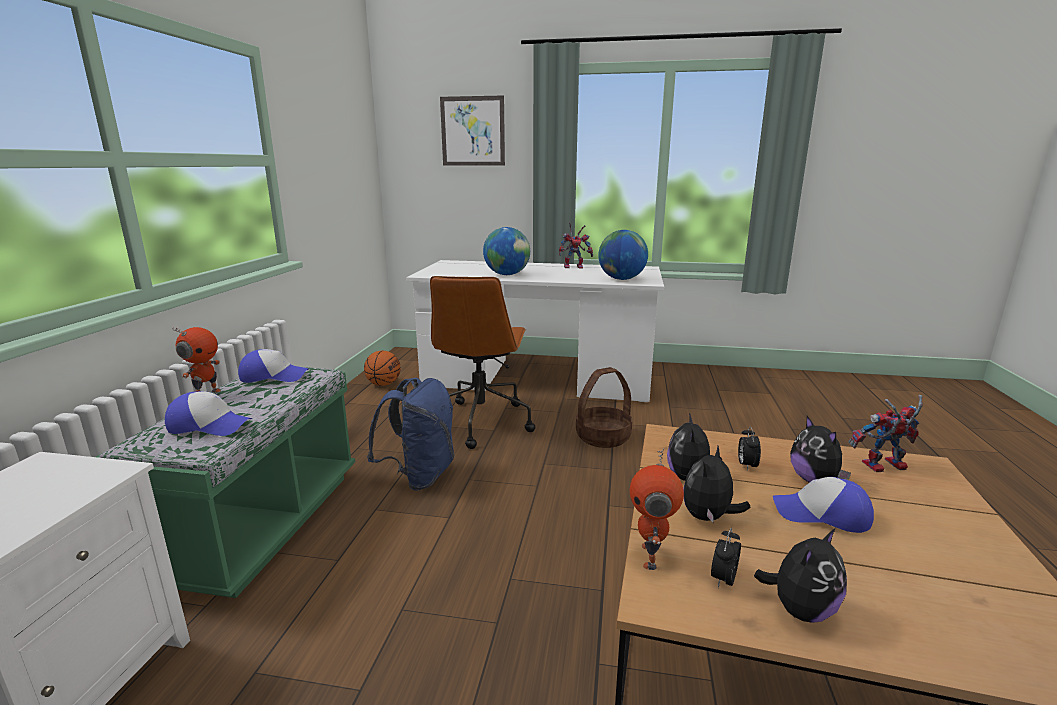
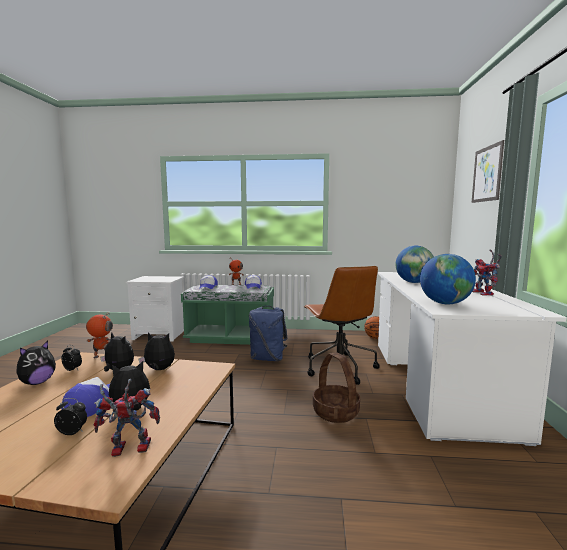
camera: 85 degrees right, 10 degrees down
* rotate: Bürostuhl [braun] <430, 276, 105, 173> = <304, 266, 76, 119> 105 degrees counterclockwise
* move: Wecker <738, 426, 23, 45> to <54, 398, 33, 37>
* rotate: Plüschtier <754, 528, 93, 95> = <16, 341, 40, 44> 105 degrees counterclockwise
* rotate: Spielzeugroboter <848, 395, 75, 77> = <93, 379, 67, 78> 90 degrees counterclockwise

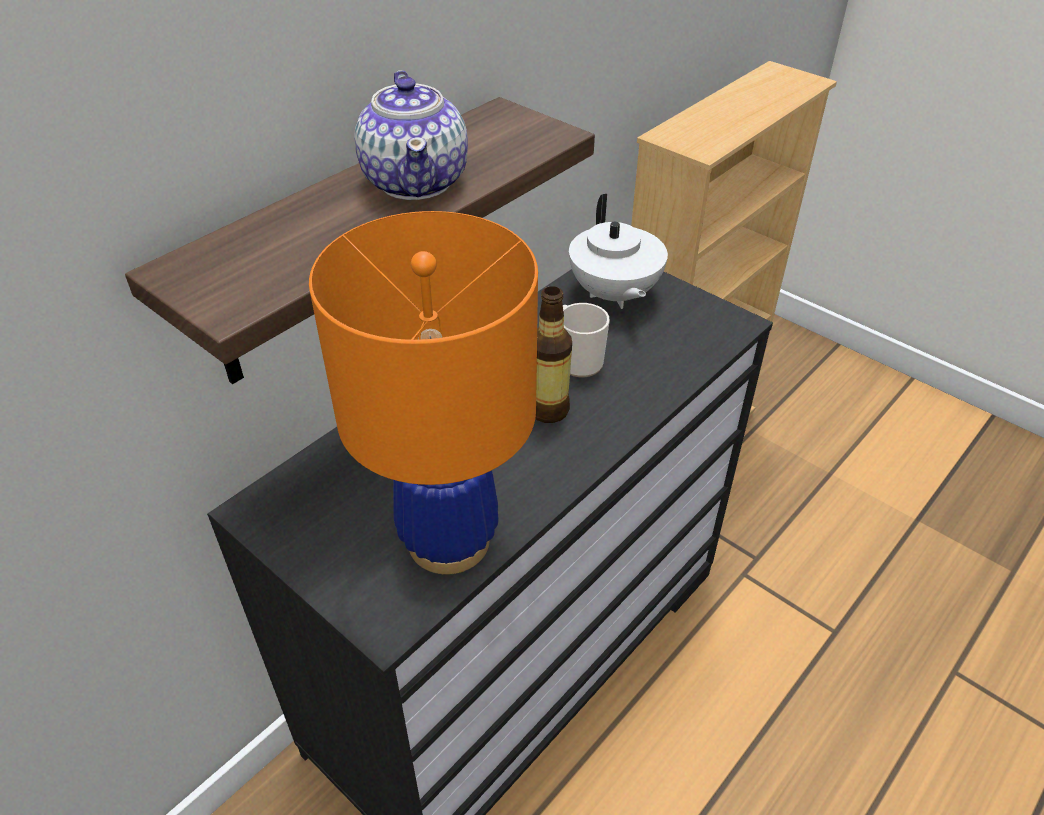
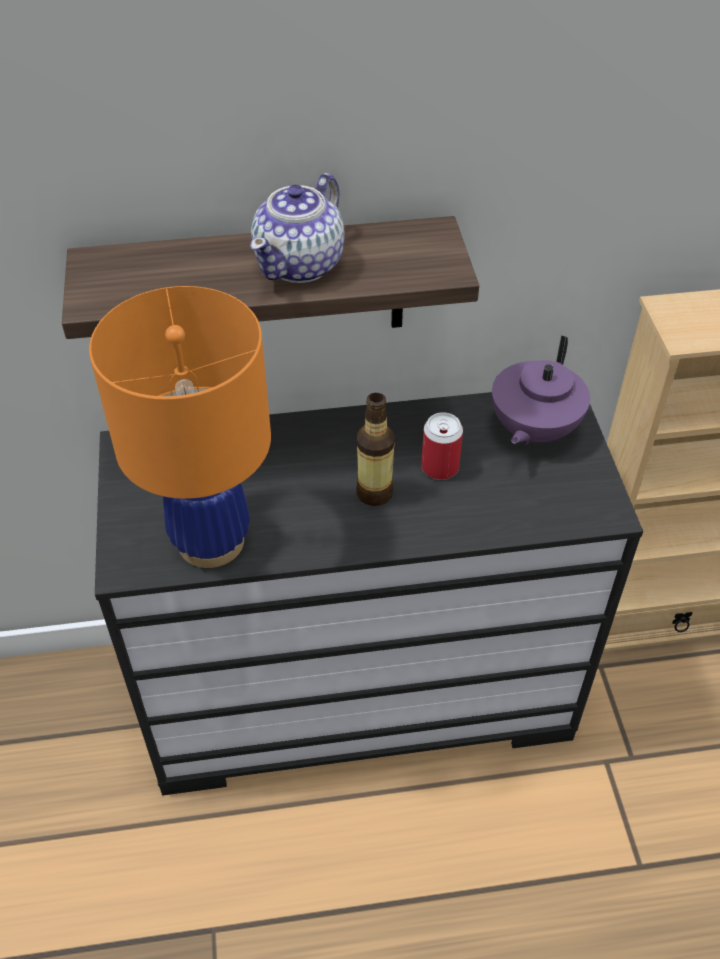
camera: 40 degrees right, 5 degrees up
* replace: Henkelbecher <563, 303, 47, 74> to Dose <421, 412, 42, 68>
* recolor: Teekanne [weiß] <569, 194, 99, 115> to Teekanne [lila] <492, 335, 98, 111>

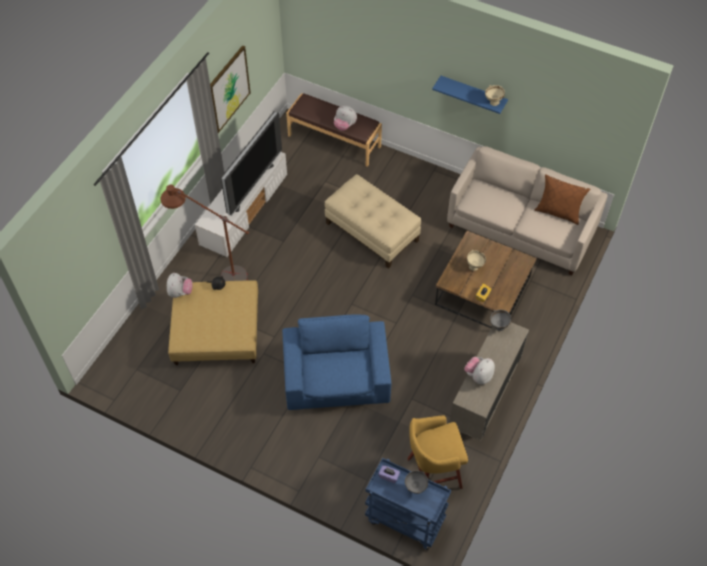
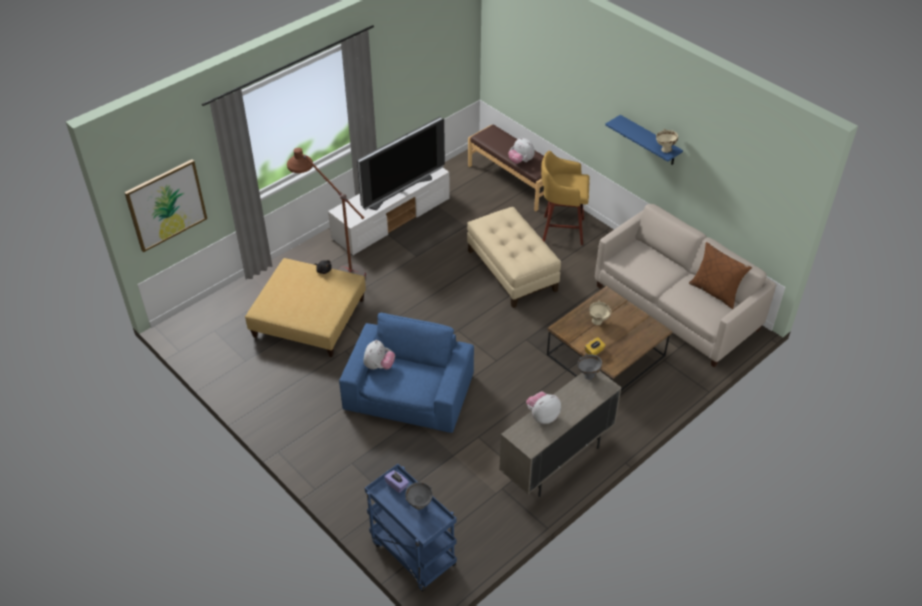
camera: 20 degrees right, 10 degrees down
* move: Plüschtier <167, 273, 25, 25> to <363, 340, 32, 30>
* move: Bild <210, 45, 41, 88> to <124, 159, 83, 93>
* move: Hocker [gelb] <407, 415, 61, 74> to <541, 151, 49, 94>

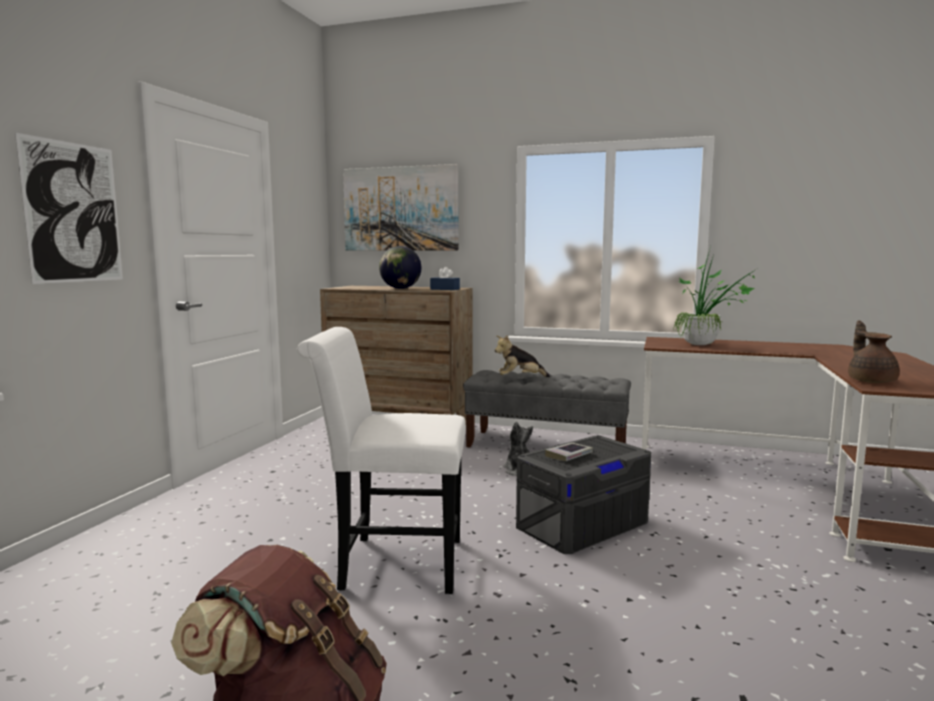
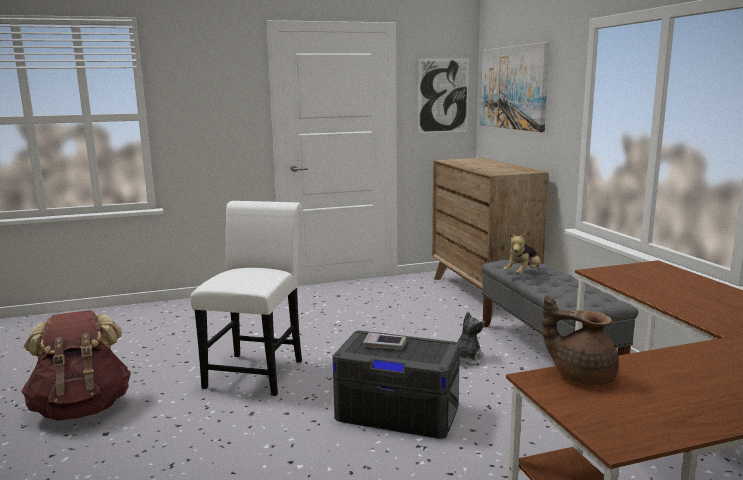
camera: 55 degrees right, 5 degrees up
* move: Bild <15, 133, 108, 151> to <418, 58, 51, 75>
* rotate: Stuhl [weiß] <297, 327, 169, 267> = <191, 201, 111, 195> 45 degrees clockwise
* delete: Globus <379, 246, 43, 43>
* delete: Taschentuchbox [blau] <430, 267, 30, 23>
* rotate: Plüschtier <495, 335, 55, 42> = <503, 233, 37, 41> 90 degrees counterclockwise
* delete: Topfpflanze <673, 246, 82, 99>
* rotate: Teekanne [braun] <848, 320, 52, 63> = <542, 295, 77, 90> 120 degrees counterclockwise

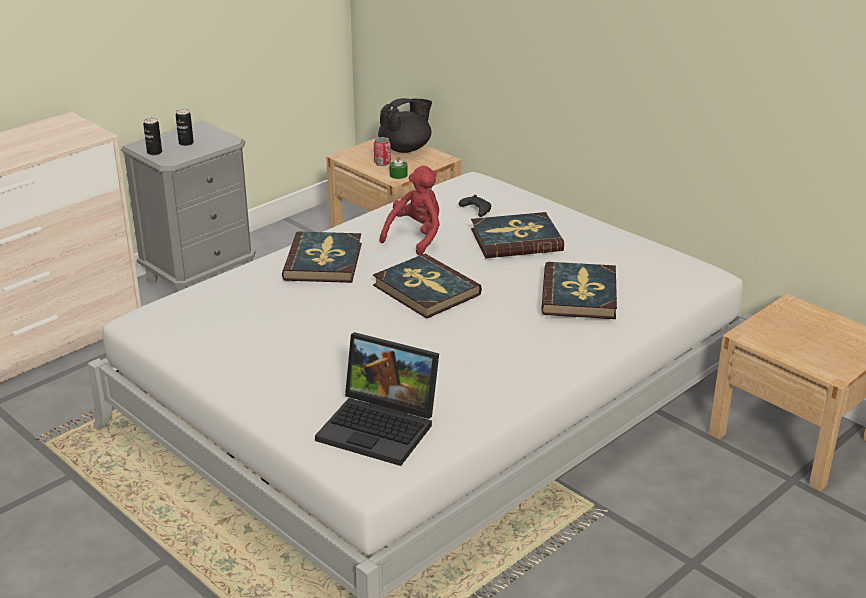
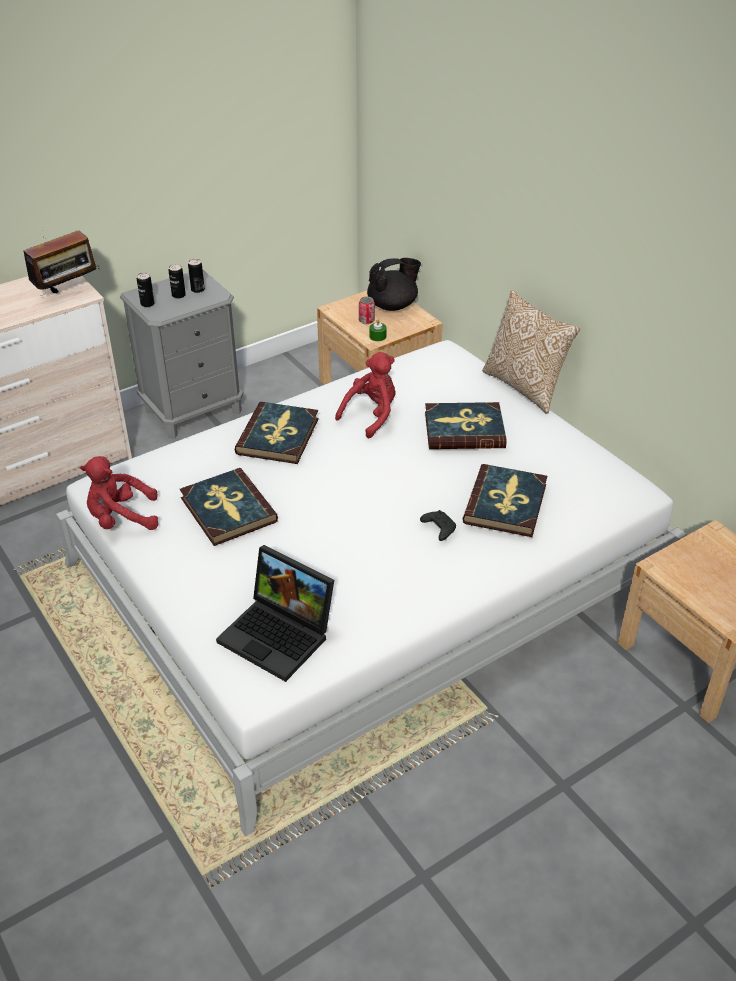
camera: 10 degrees right, 10 degrees up
* move: Buch <373, 254, 109, 65> to <180, 468, 98, 78>
* move: Gamepad [schwarz] <459, 195, 32, 22> to <420, 510, 36, 31>
* insert: Radio <23, 230, 77, 66>
* insert: Plüschtier [rot] <80, 456, 79, 74>
* insert: Dose <188, 259, 17, 34>
* insert: Kissen <482, 290, 98, 124>

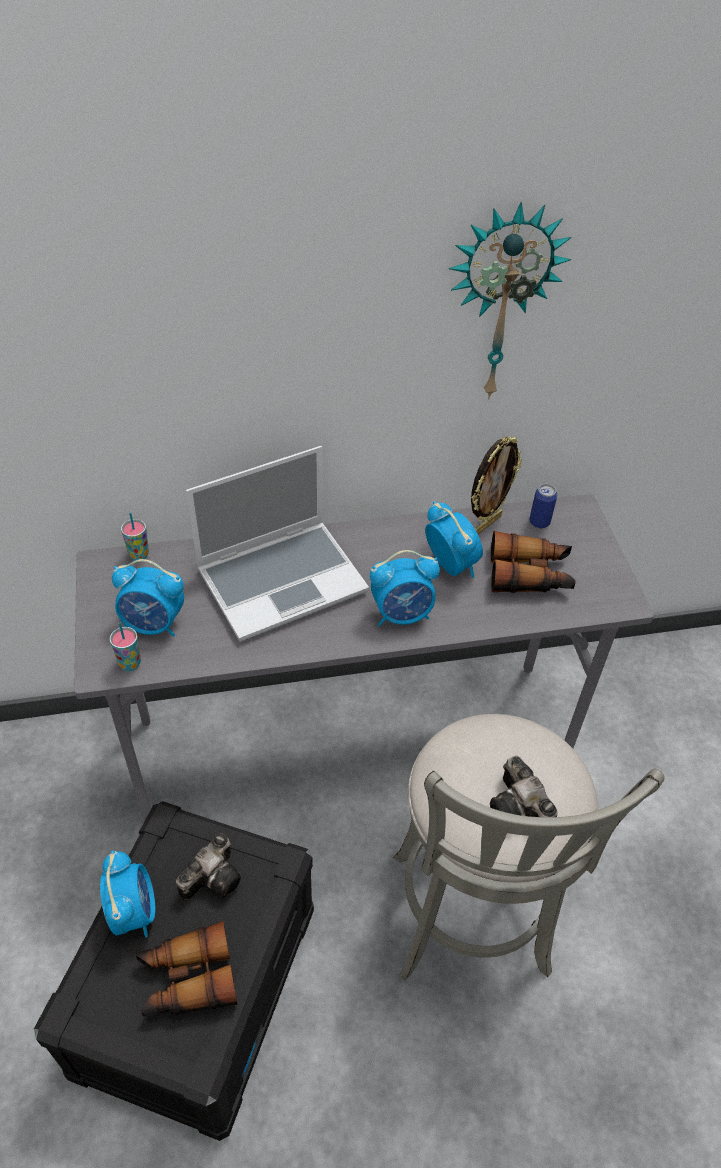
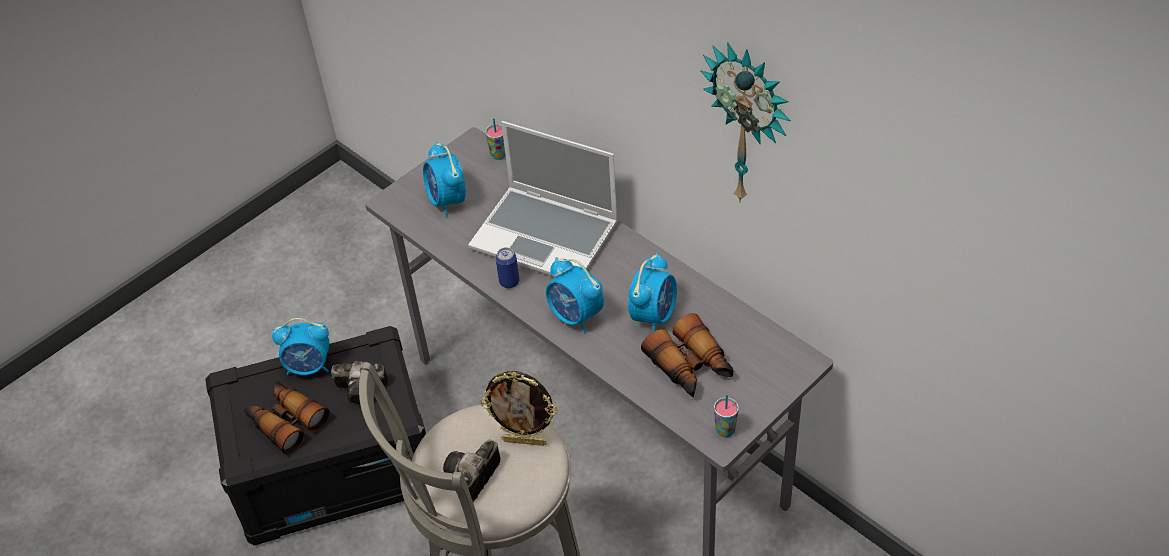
camera: 60 degrees right, 0 degrees up
* rotate: Wecker <100, 850, 55, 87> = <272, 318, 58, 57> 45 degrees clockwise
* move: Tasse <110, 623, 31, 48> to <714, 395, 25, 42>
* move: Bilderrahmen <471, 436, 51, 98> to <480, 371, 78, 75>
* move: Dose <529, 484, 28, 45> to <496, 247, 23, 41>

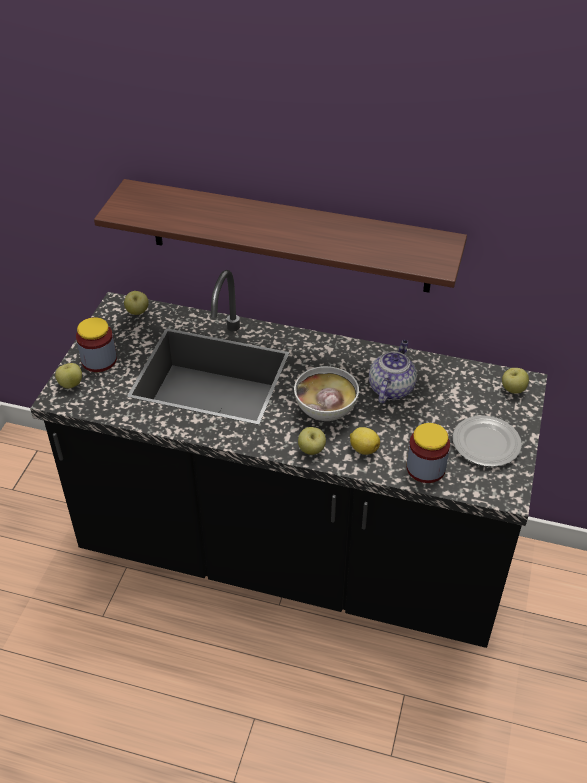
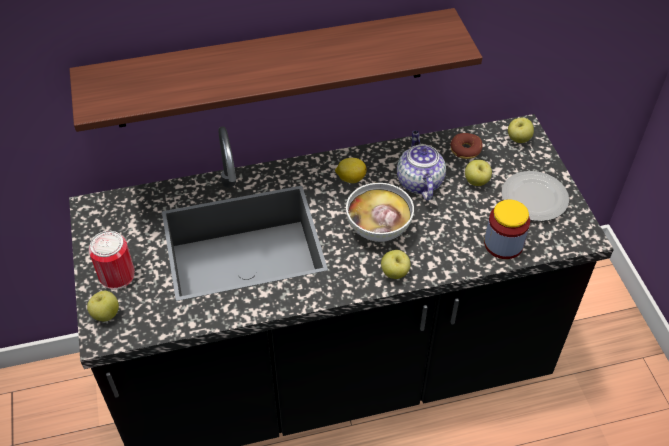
camera: 30 degrees left, 5 degrees up
* replace: Vorratsglas <76, 317, 41, 55> to Dose <89, 231, 46, 59>
* move: Apfel <124, 291, 25, 24> to <465, 160, 27, 26>
* move: Zitrone <350, 427, 30, 28> to <335, 158, 32, 25>
* insert: Donut <450, 133, 33, 26>

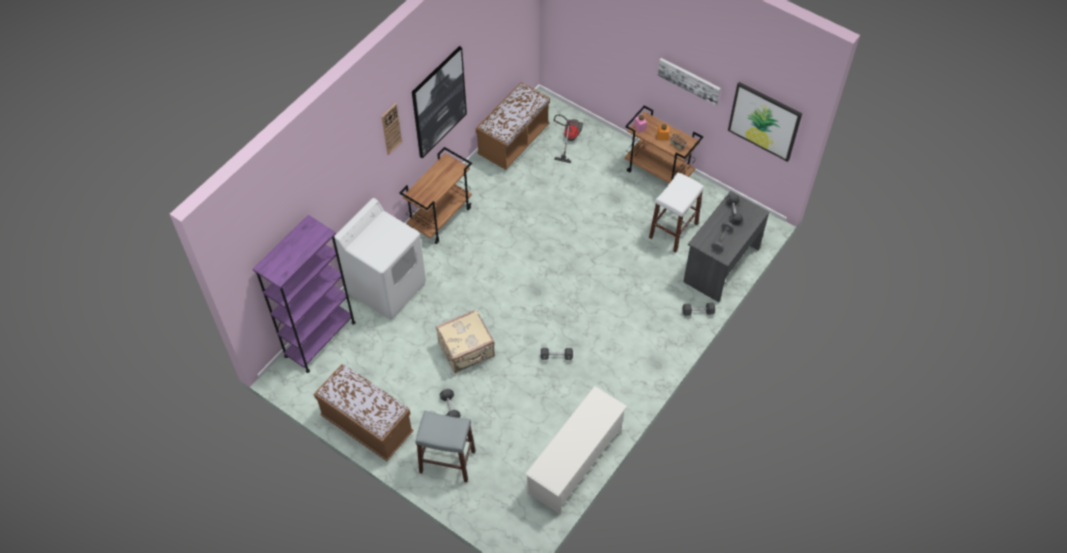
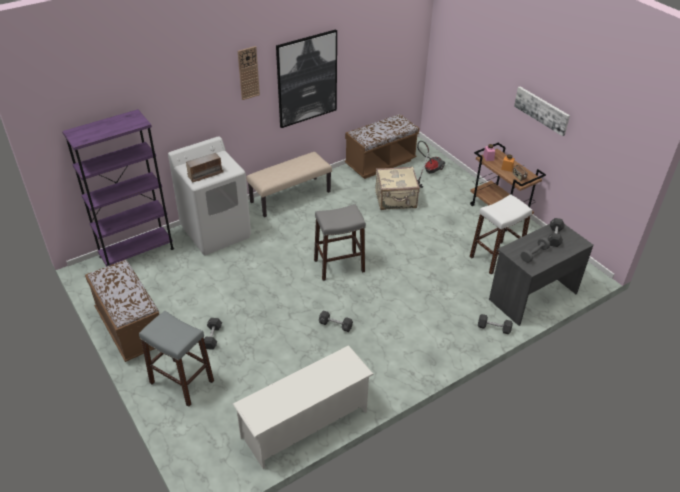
camera: 20 degrees right, 15 degrees down
* replace: Rollwagen [braun] <399, 147, 73, 97> to Bank [beige] <247, 152, 85, 65>
* move: Koffer [beige] <436, 309, 59, 64> to <375, 167, 45, 43>
* delete: Bild <728, 82, 74, 80>
* insert: Radio <186, 153, 38, 30>
* insert: Hocker [grau] <314, 204, 52, 77>

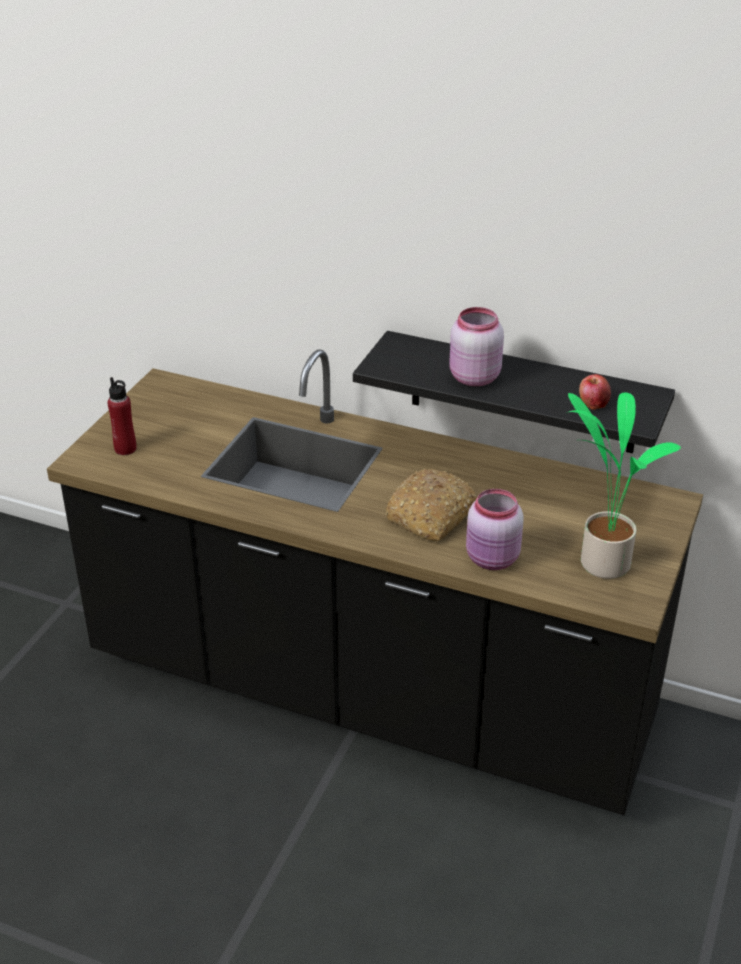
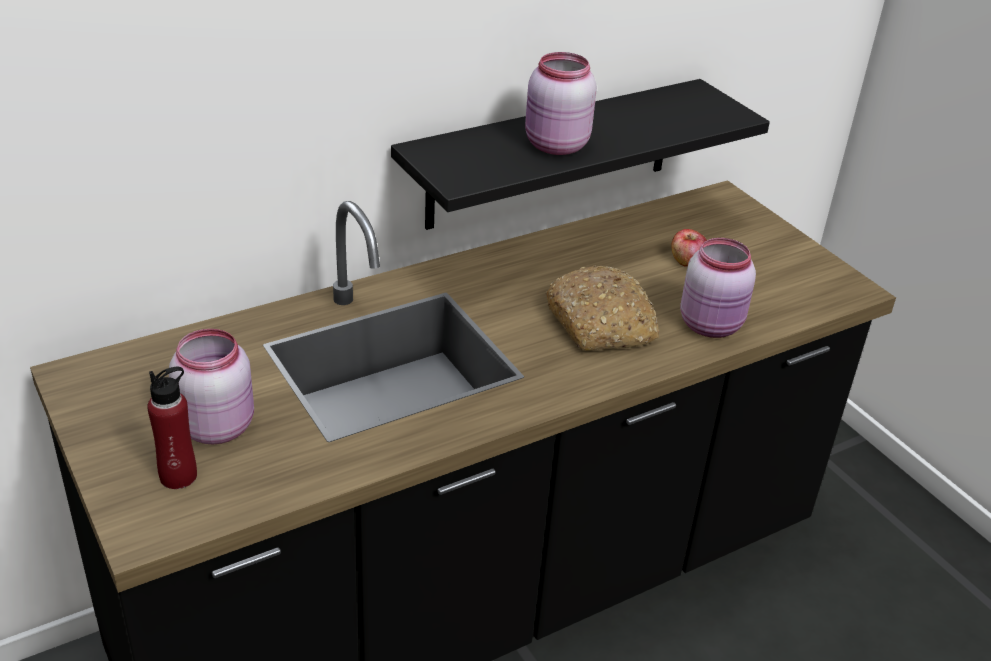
camera: 55 degrees left, 0 degrees up
* delete: Topfpflanze <566, 392, 115, 187>
* move: Apfel <579, 374, 32, 36> to <671, 229, 36, 38>
* insert: Vorratsglas [rosa] <169, 329, 85, 115>

